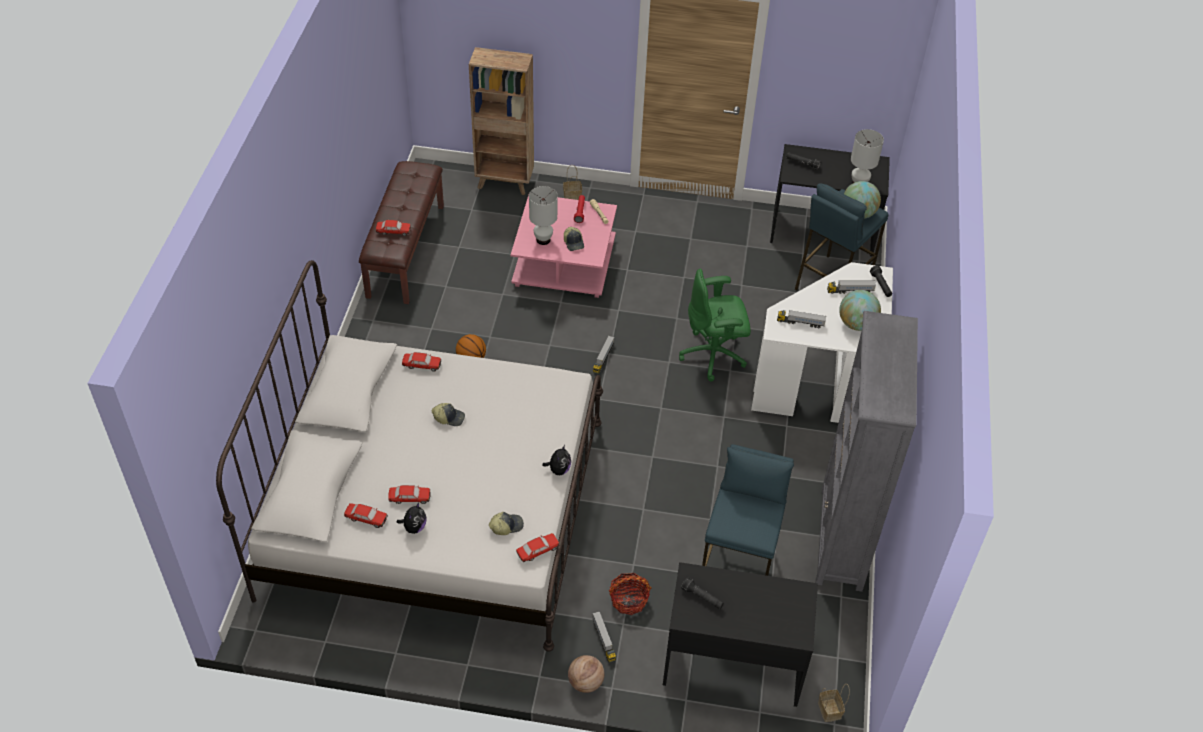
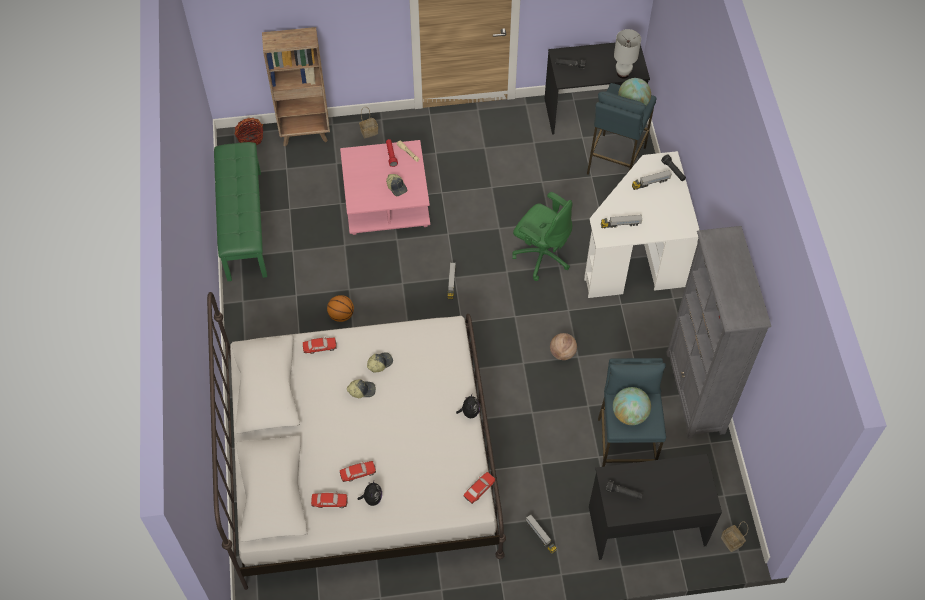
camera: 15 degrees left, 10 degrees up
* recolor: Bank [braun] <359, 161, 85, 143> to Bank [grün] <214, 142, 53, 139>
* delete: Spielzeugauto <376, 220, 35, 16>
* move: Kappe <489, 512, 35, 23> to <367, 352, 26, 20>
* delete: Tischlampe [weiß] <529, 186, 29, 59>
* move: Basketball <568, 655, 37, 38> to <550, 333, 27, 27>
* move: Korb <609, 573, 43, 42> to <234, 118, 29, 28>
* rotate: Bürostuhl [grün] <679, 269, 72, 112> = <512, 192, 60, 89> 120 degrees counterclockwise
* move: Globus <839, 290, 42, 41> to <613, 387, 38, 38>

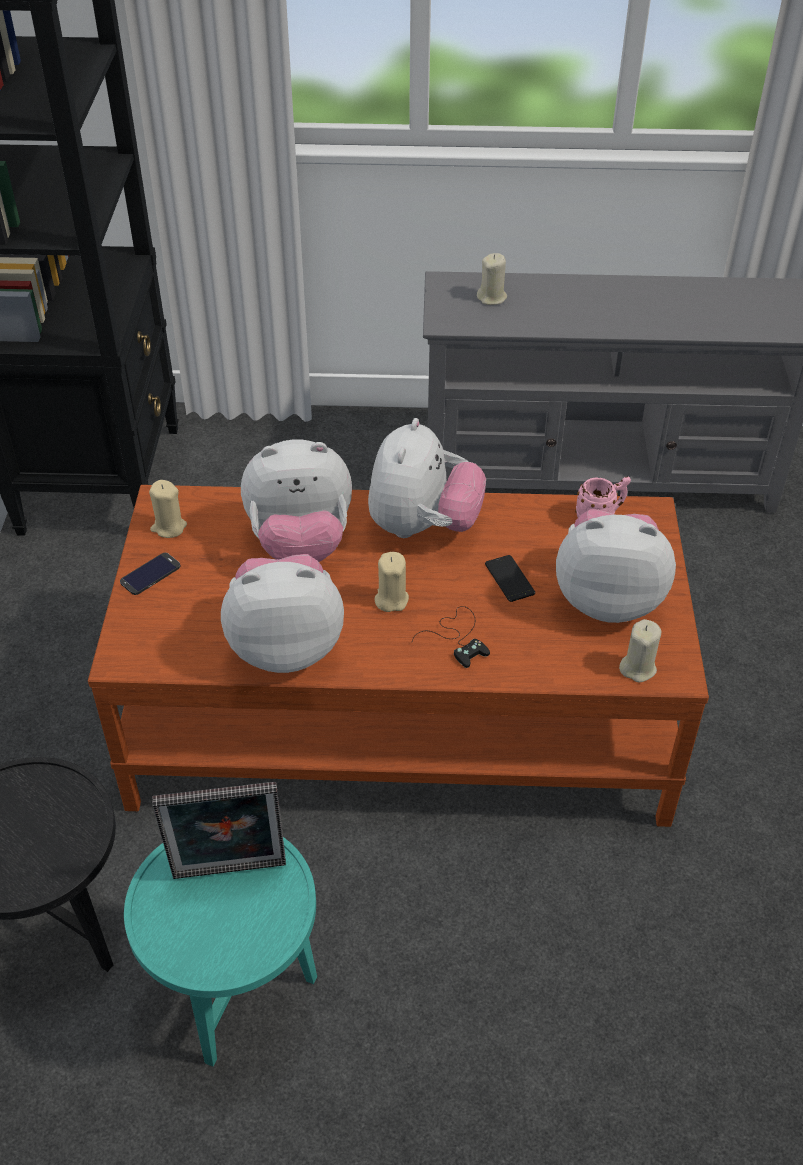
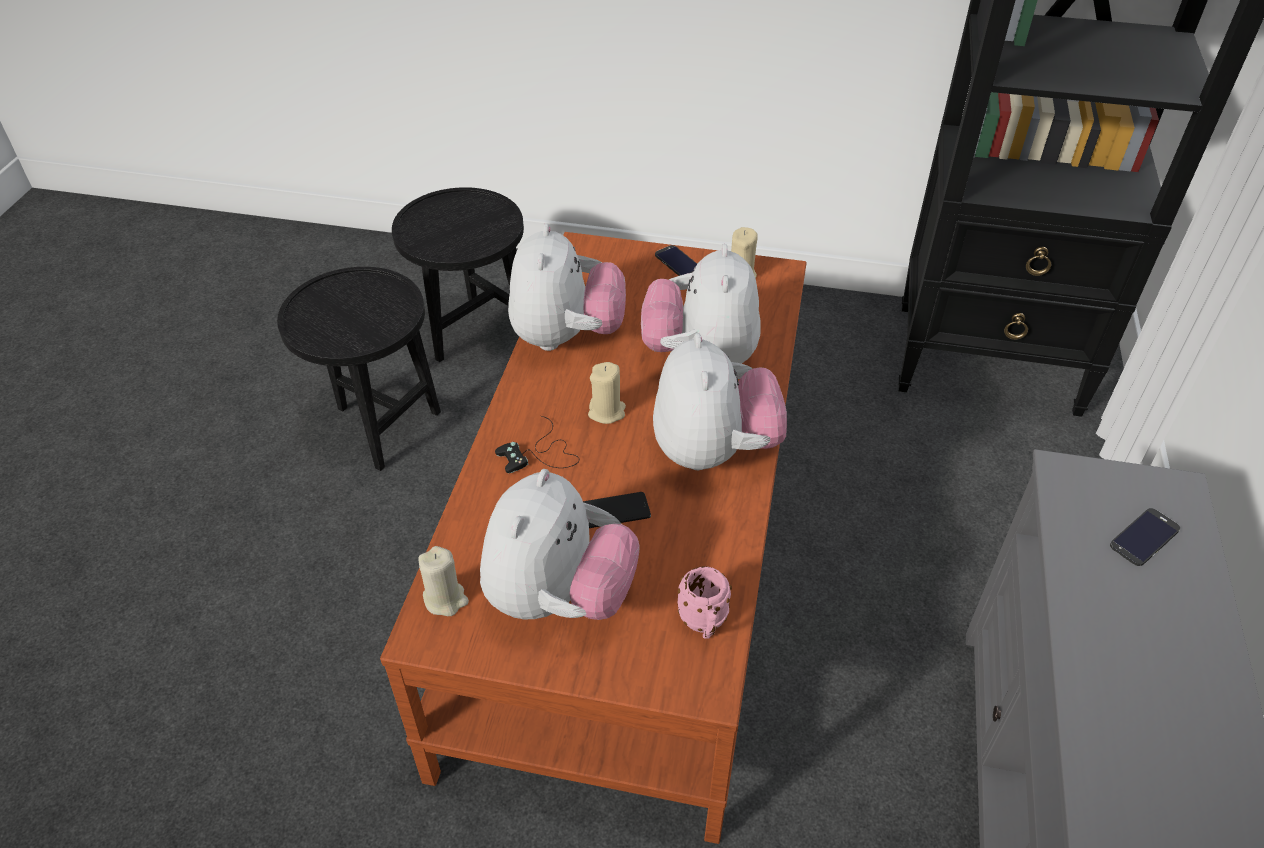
camera: 100 degrees right, 0 degrees up
* recolor: Beistelltisch [türkis] <124, 837, 193, 229> to Beistelltisch [schwarz] <277, 267, 164, 204>
* delete: Bilderrahmen <152, 782, 134, 97>
* rotate: Plüschtier <368, 418, 118, 120> = <653, 333, 134, 137> 120 degrees counterclockwise
* replace: Kerze [beige] <477, 253, 30, 52> to Handy <1110, 508, 70, 58>

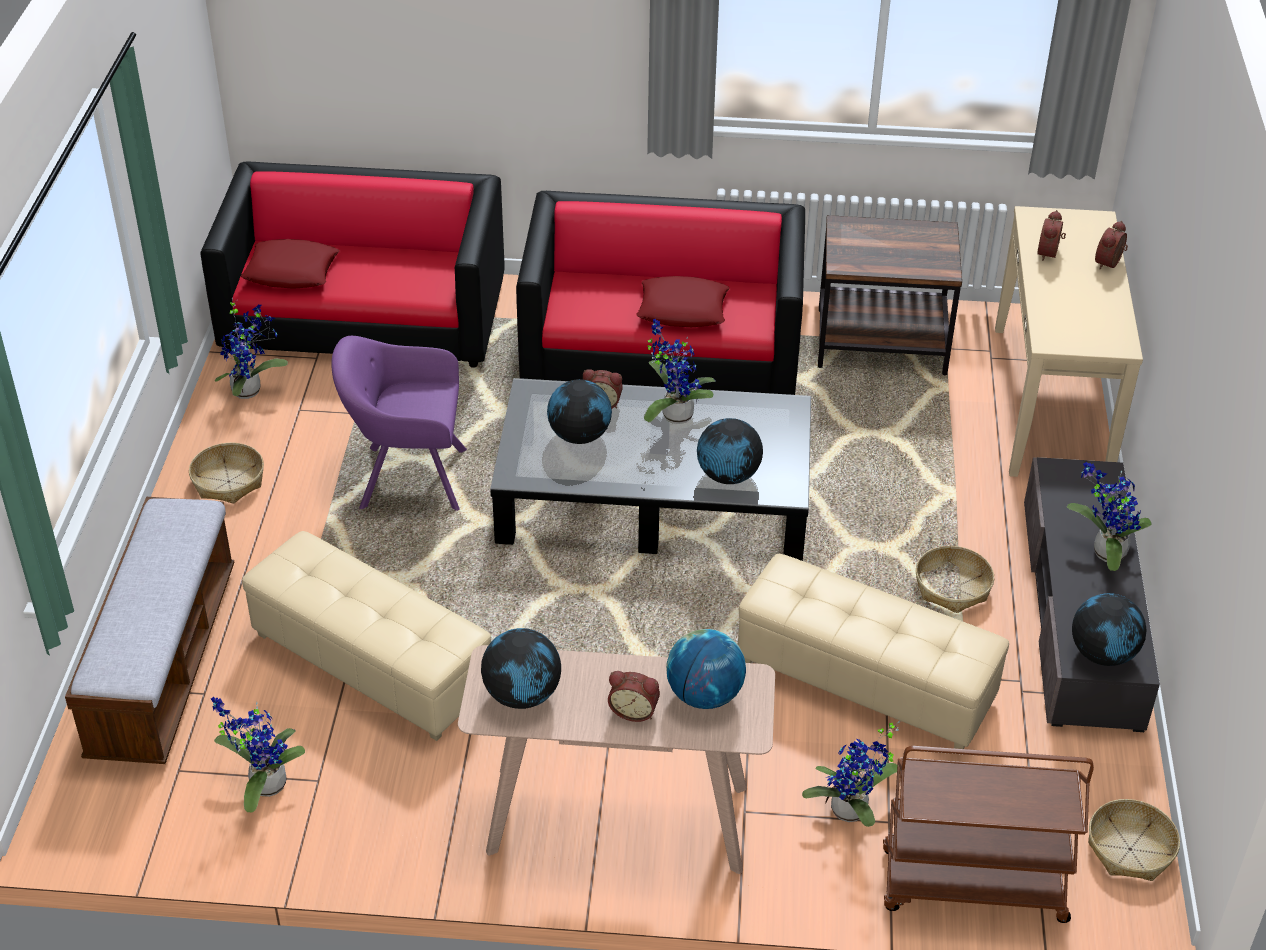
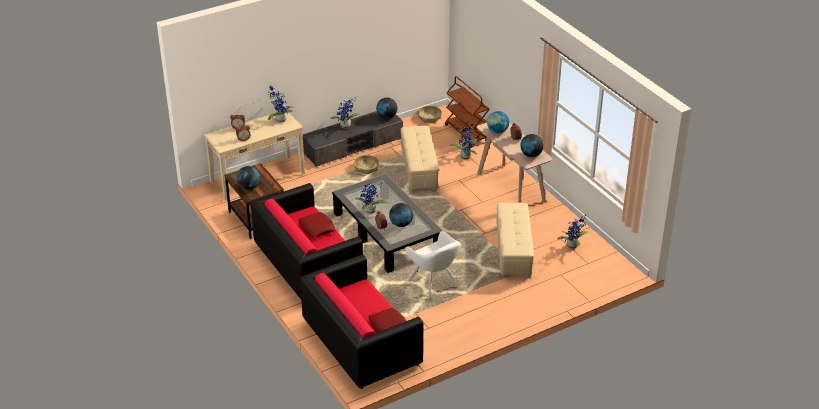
camera: 125 degrees left, 5 degrees down
* delete: Bank <65, 497, 169, 267>
* delete: Korb <189, 443, 75, 61>
* move: Topfpflanze <214, 298, 74, 101> to <268, 85, 25, 37>
* recolor: Sessel [lila] <331, 336, 136, 175> to Sessel [weiß] <405, 231, 56, 69>
* move: Globus <697, 418, 66, 66> to <236, 166, 24, 24>

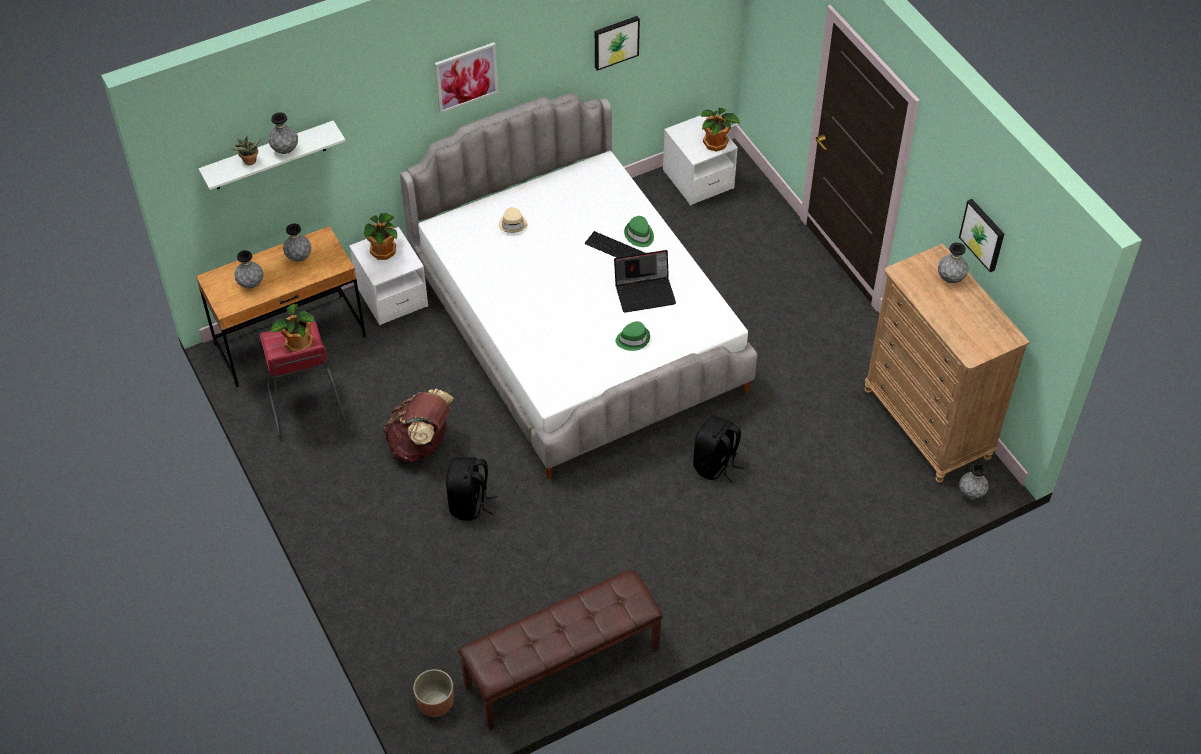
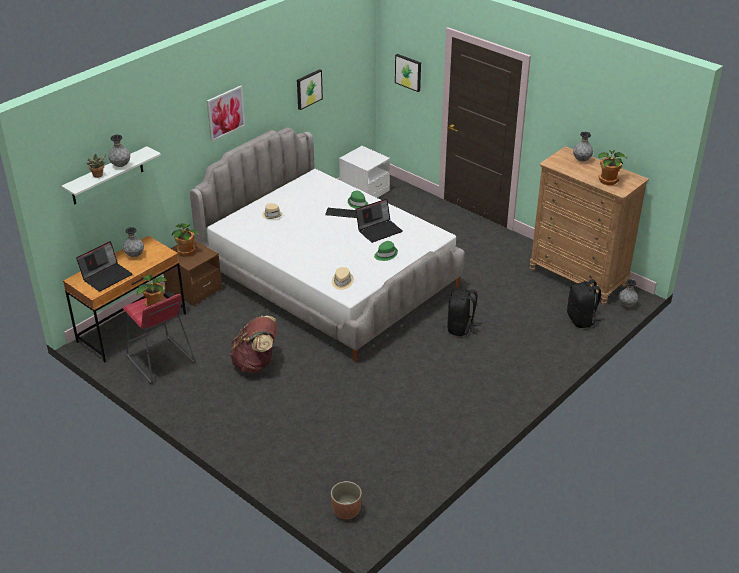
camera: 20 degrees left, 15 degrees down
* replace: Vase [grau] <234, 250, 29, 39> to Laptop <76, 241, 56, 51>
* recolor: Nachttisch [weiß] <349, 227, 79, 98> to Nachttisch [braun] <163, 240, 59, 66>
* move: Rucksack [schwarz] <446, 457, 51, 64> to <567, 279, 34, 49>
* delete: Bank [braun] <458, 569, 205, 161>
* move: Topfpflanze <700, 108, 40, 44> to <598, 150, 28, 35>
* move: Bild <959, 199, 45, 73> to <395, 54, 26, 38>
* insert: Hut [beige] <332, 267, 22, 23>

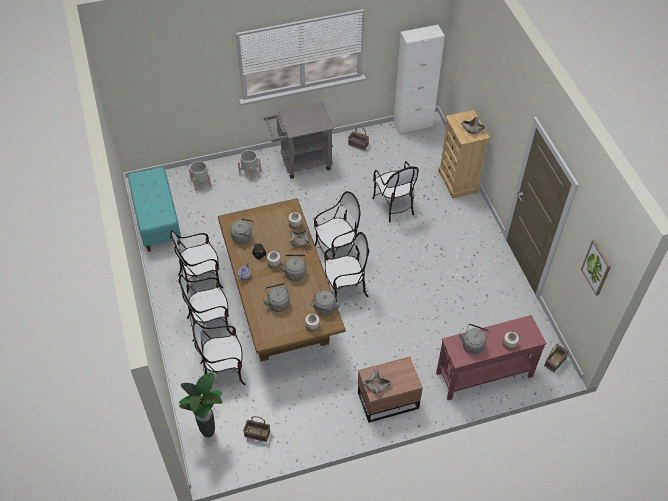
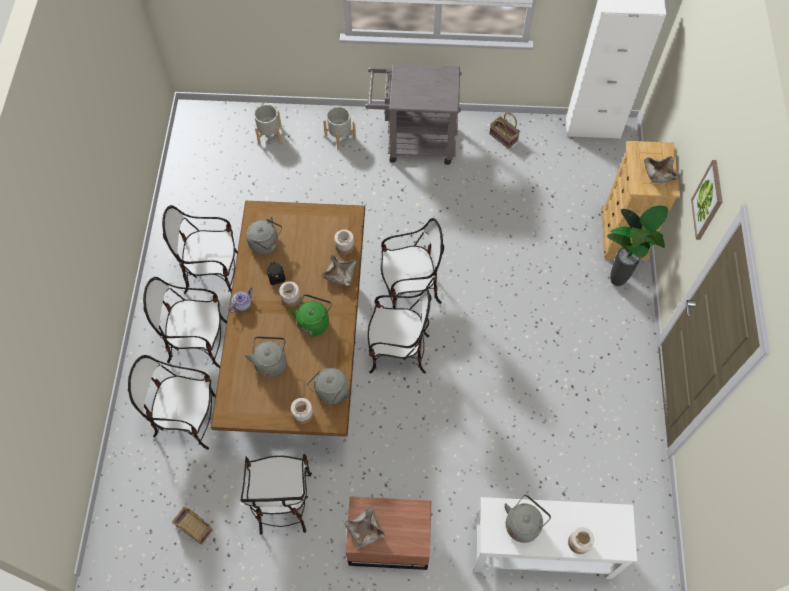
camera: 20 degrees right, 10 degrees up
* delete: Bank [türkis] <128, 167, 53, 85>
* move: Topfpflanze <179, 373, 43, 64> to <607, 205, 61, 81>
* recolor: Wasserkessel [grau] <280, 255, 26, 26> to Wasserkessel [grün] <290, 294, 42, 42>
* move: Stuhl <372, 161, 47, 61> to <240, 454, 72, 80>
* recolor: Konsolentisch [rot] <436, 315, 111, 85> to Konsolentisch [weiß] <473, 497, 164, 82>
* delete: Korb <544, 344, 25, 28>
* move: Bild <581, 240, 30, 56> to <691, 160, 32, 80>

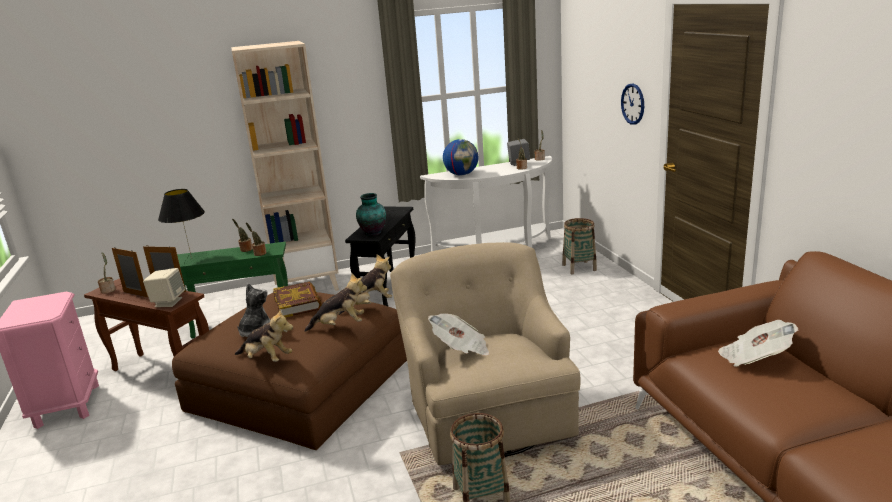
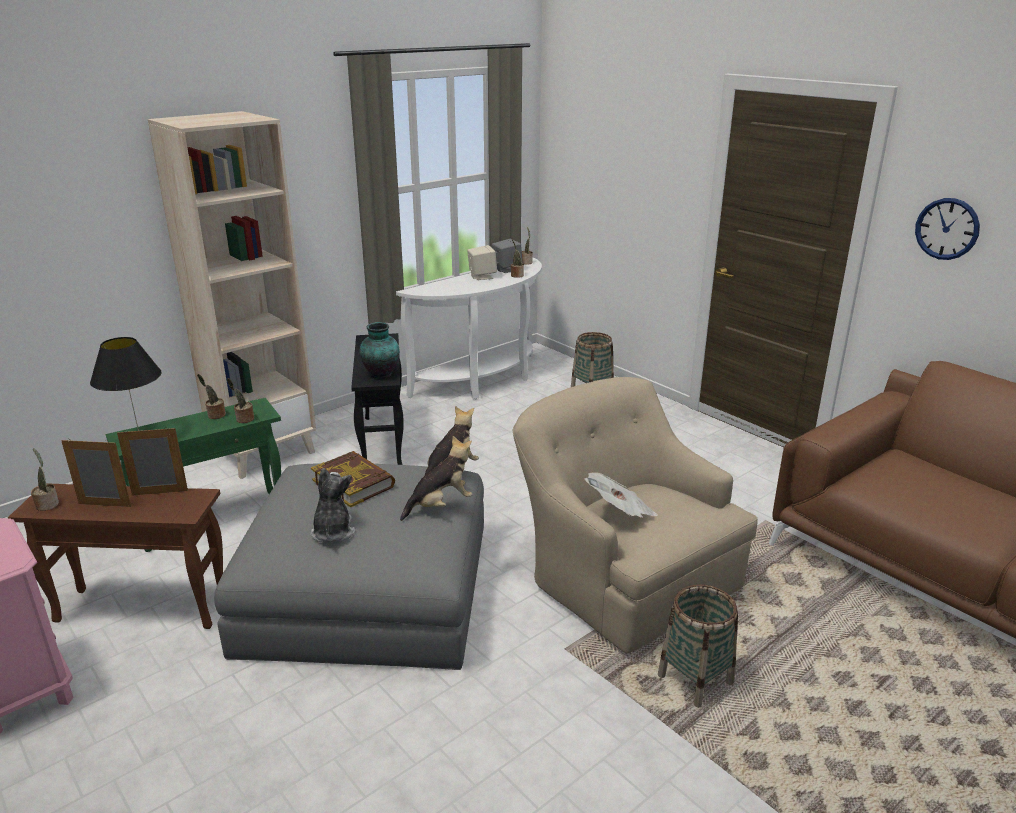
camera: 25 degrees left, 5 degrees up
* move: Lautsprecher [beige] <143, 268, 42, 39> to <467, 245, 30, 35>
* recolor: Polsterhocker [braun] <172, 292, 235, 158> to Polsterhocker [grau] <214, 463, 270, 207>
* delete: Plüschtier <235, 309, 58, 53>
* delete: Globus <443, 139, 36, 37>
* move: Wanduhr <621, 83, 23, 42> to <915, 198, 65, 62>
* delete: Zeitung <718, 320, 80, 47>

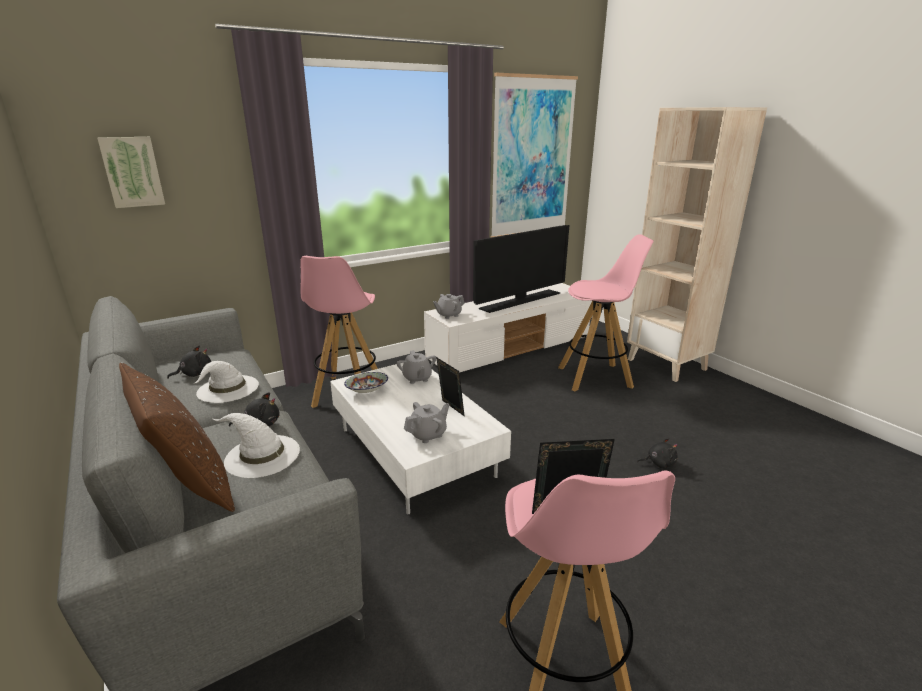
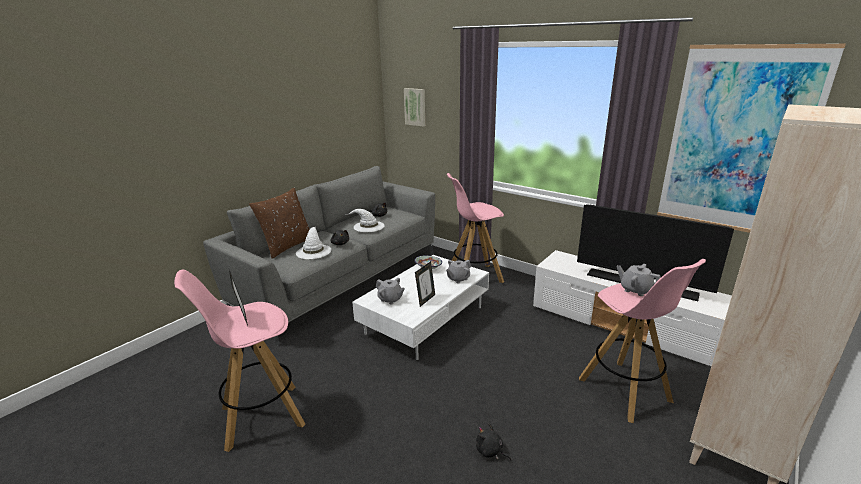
camera: 70 degrees right, 0 degrees up
* move: Teekanne [grau] <433, 294, 32, 25> to <617, 264, 44, 32>
* rotate: Plüschtier [schwarz] <637, 438, 41, 30> = <476, 423, 35, 38> 150 degrees clockwise

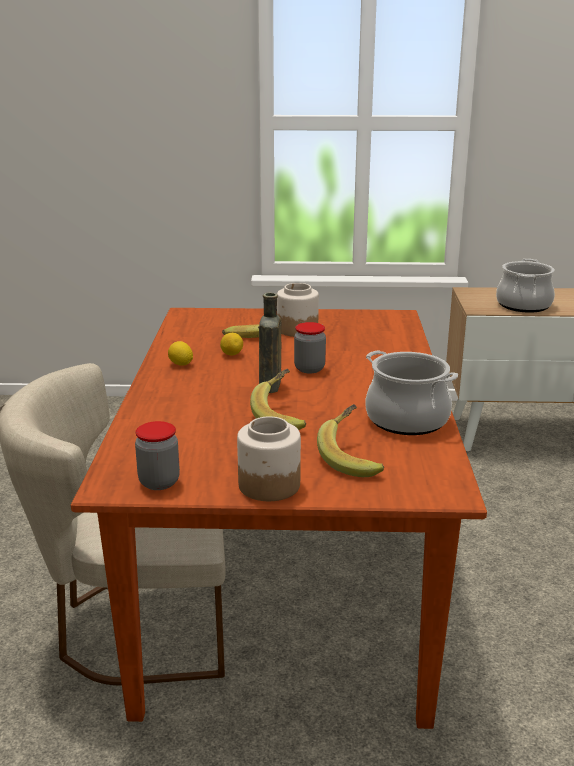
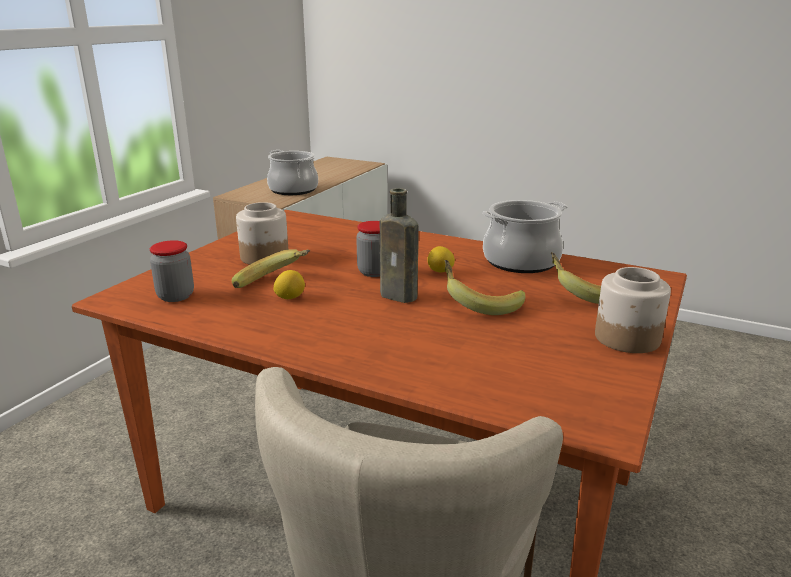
camera: 65 degrees left, 0 degrees up
* move: Vorratsglas <135, 421, 45, 69> to <150, 240, 44, 62>
* move: Zitrone <168, 341, 25, 25> to <427, 246, 28, 26>

